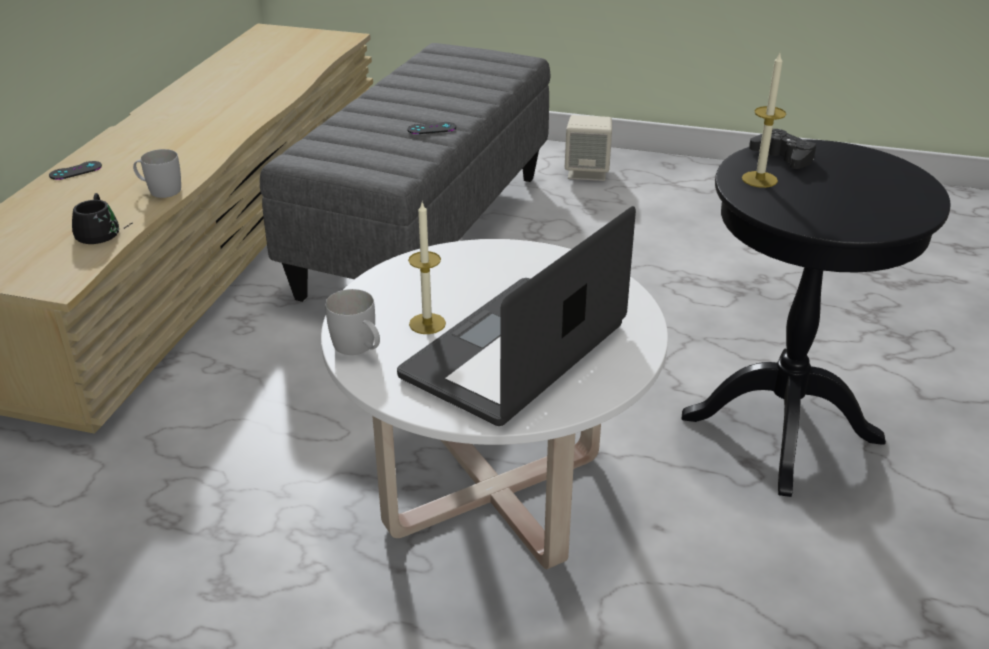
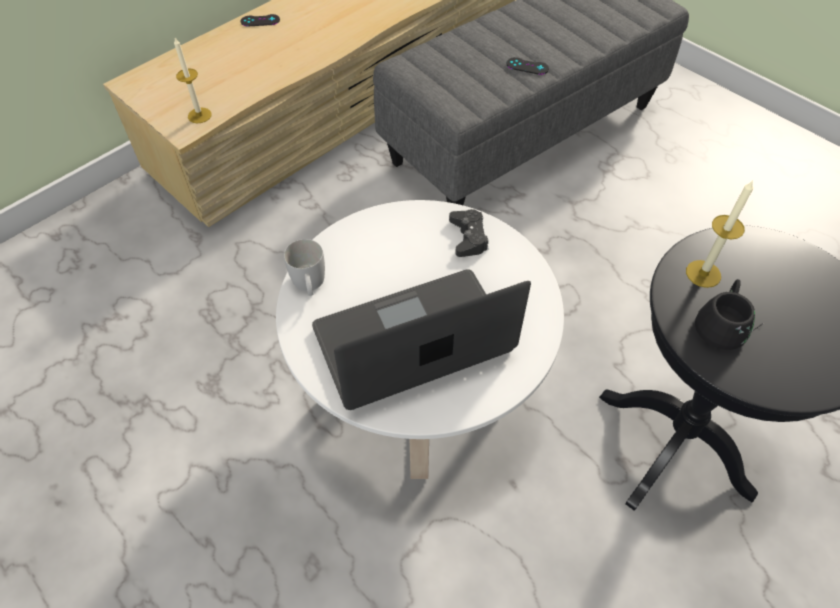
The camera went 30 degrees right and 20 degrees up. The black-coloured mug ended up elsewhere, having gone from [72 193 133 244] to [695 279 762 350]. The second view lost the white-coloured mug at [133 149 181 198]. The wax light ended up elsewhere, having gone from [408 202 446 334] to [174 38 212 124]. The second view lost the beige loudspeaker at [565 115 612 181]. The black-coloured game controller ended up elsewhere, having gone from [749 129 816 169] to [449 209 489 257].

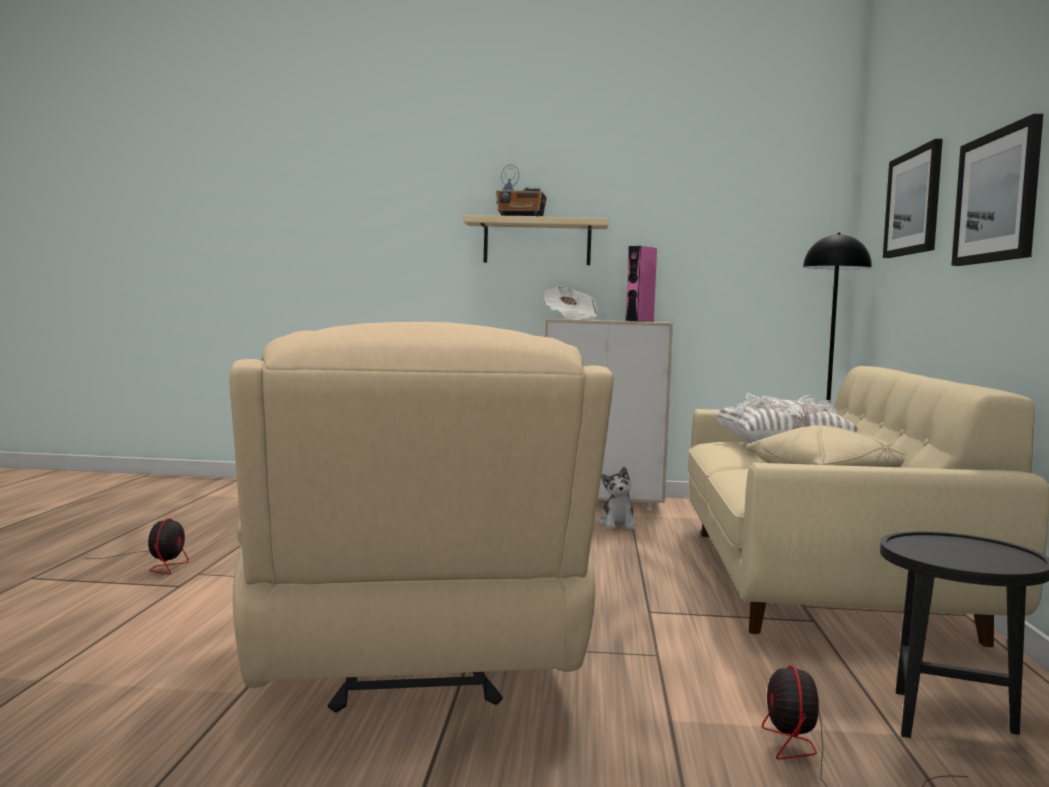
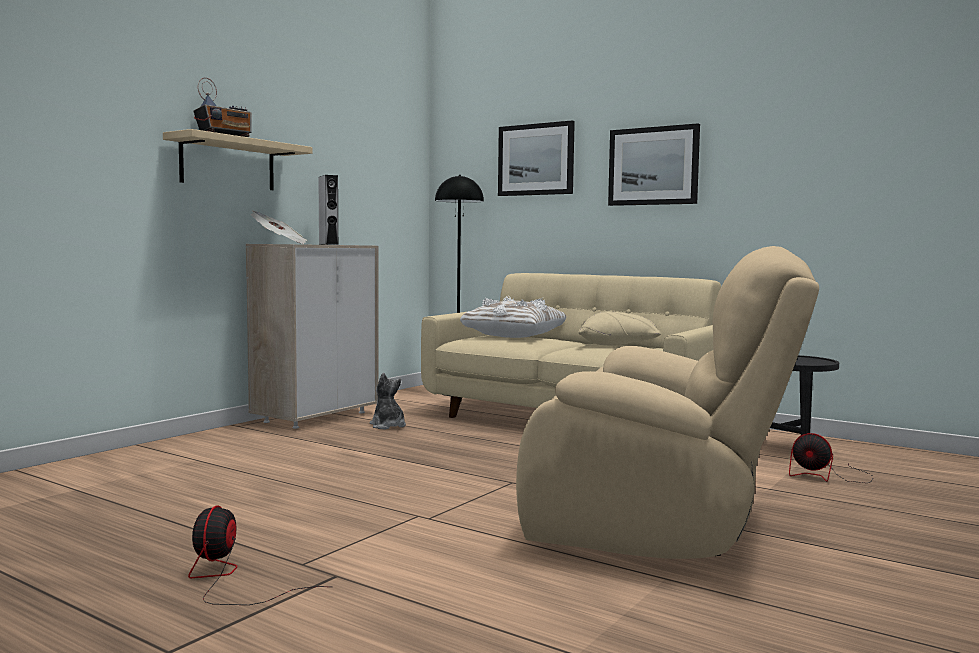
The camera went 60 degrees left and 0 degrees up. The cooling fan at [90 518 189 574] ended up facing another way, 120 degrees counterclockwise from before. The plush toy at [599 466 636 530] ended up facing another way, 150 degrees counterclockwise from before. What was the pink-coloured loudspeaker at [625 246 657 322] turned into the grey loudspeaker at [318 175 338 245].

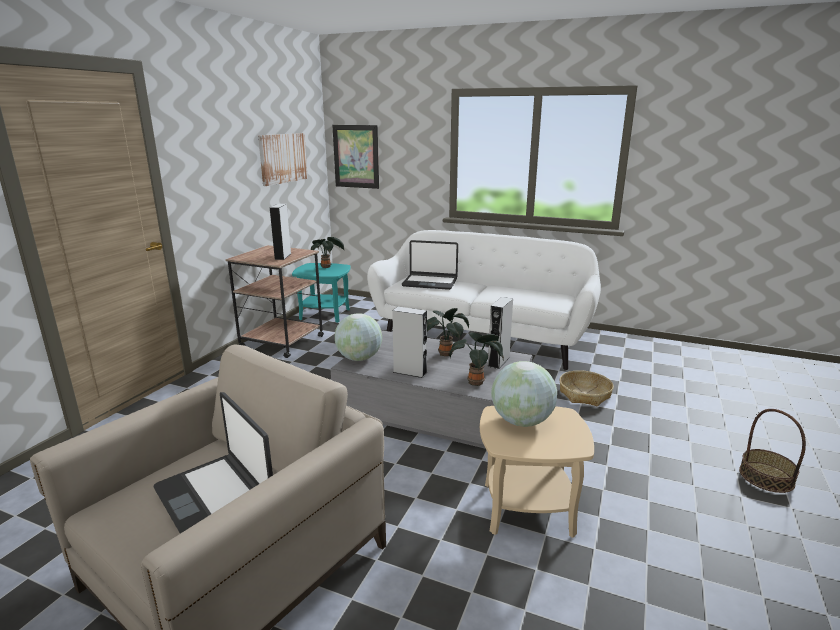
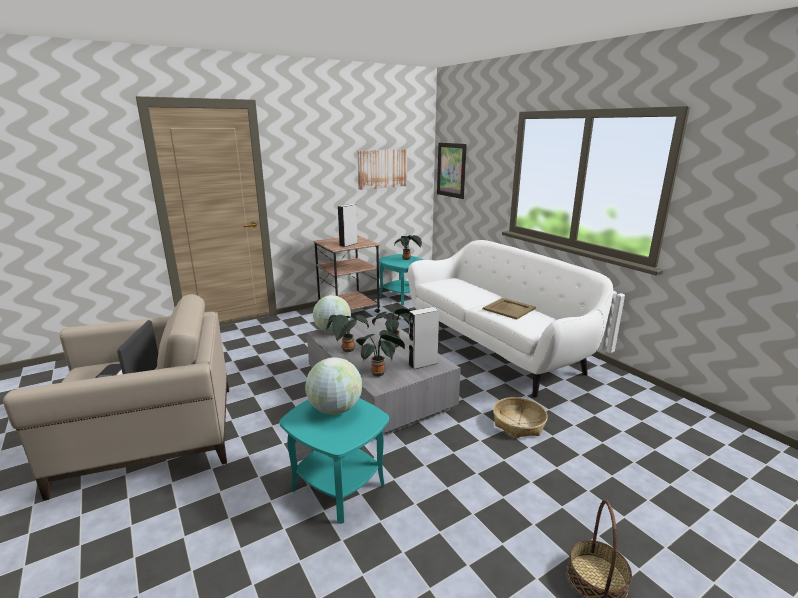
The camera went 35 degrees right and 0 degrees up. Where the grey loudspeaker stood at [392 307 427 378], the plant in a pot came to stand at [326 314 369 352]. The second view lost the laptop at [402 240 458 290]. What was the beige end table at [480 406 594 538] turned into the blue-green end table at [280 398 389 524]. The second view gained the beige serving tray at [483 298 536 320].

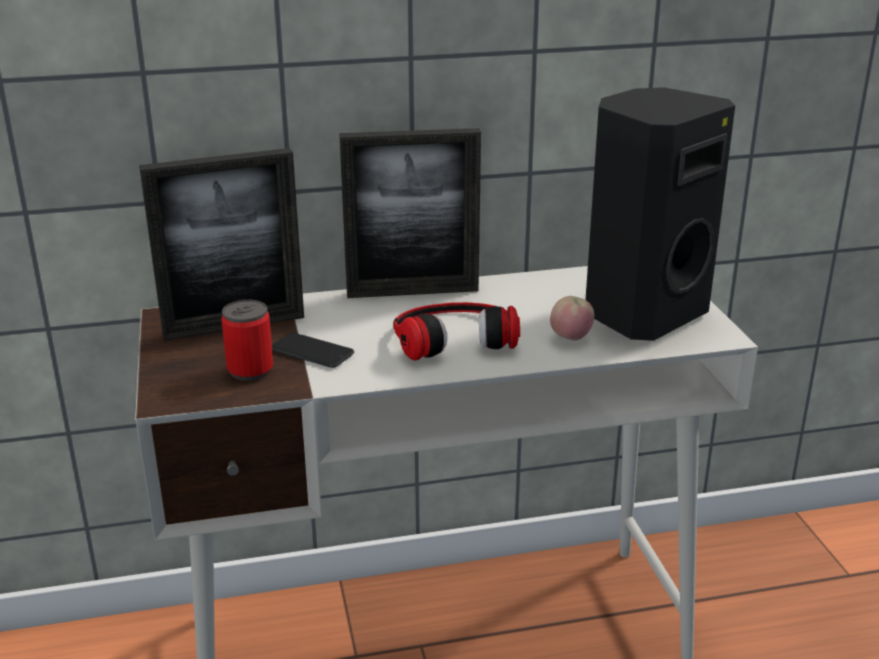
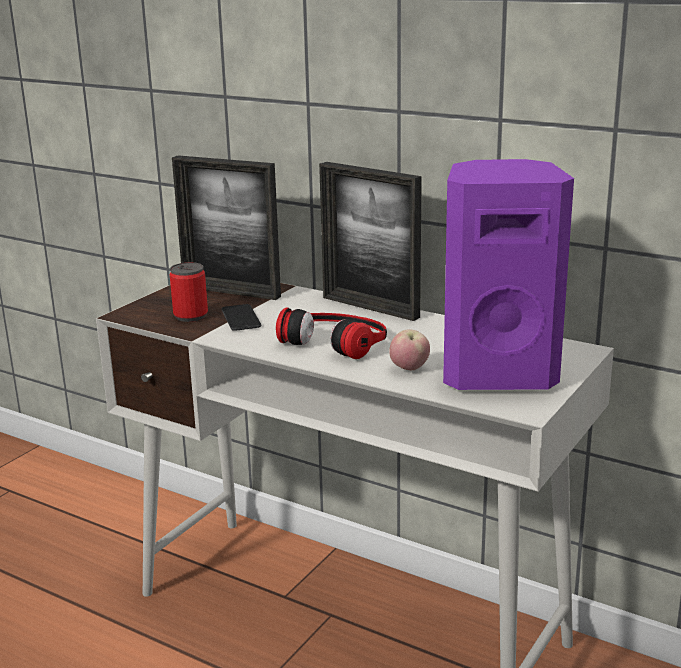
The camera went 45 degrees right and 5 degrees down. What was the black-coloured loudspeaker at [586 87 735 341] turned into the purple-coloured loudspeaker at [443 159 574 390].

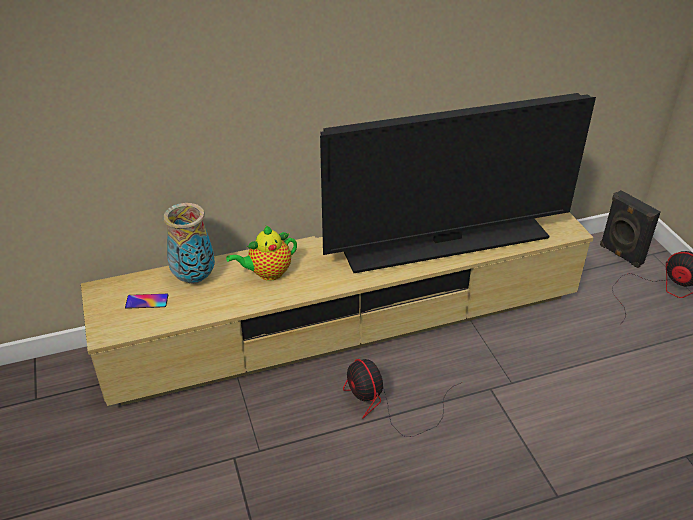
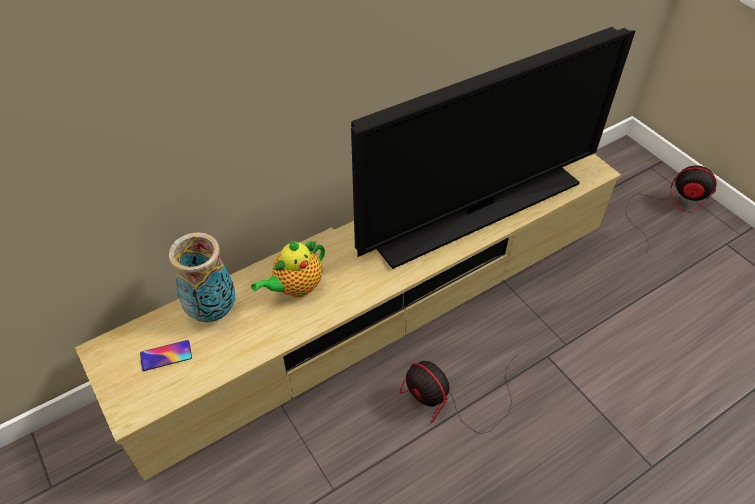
The camera went 15 degrees left and 10 degrees up. The second view lost the black-coloured loudspeaker at [600 190 660 268].

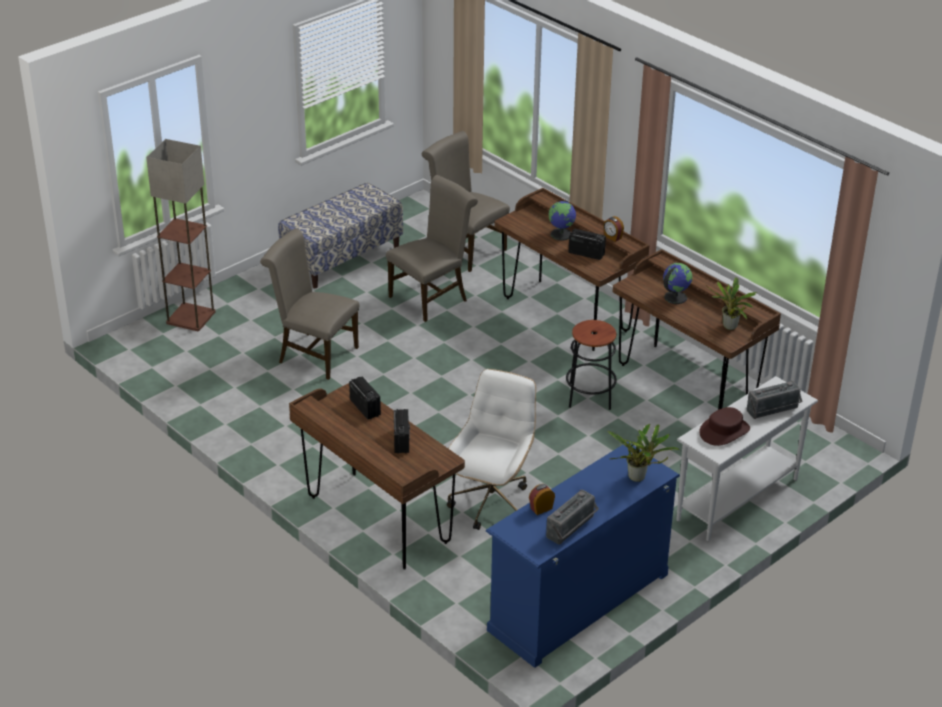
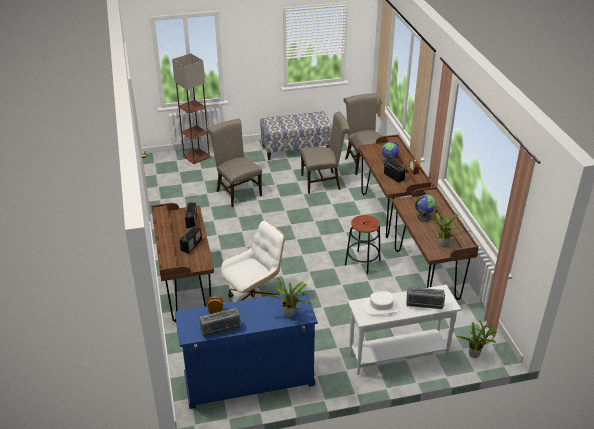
The camera went 30 degrees right and 0 degrees up. What was the brownish clothing hat at [699 407 750 446] turned into the white-coloured clothing hat at [362 291 400 315]. The second view gained the plant in a pot at [457 320 497 358].

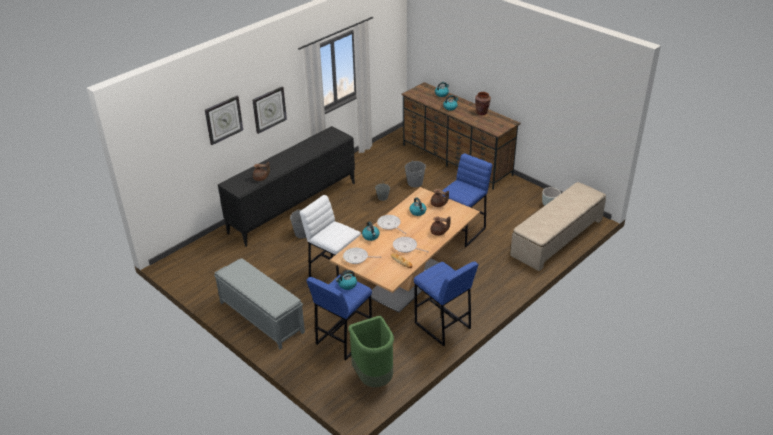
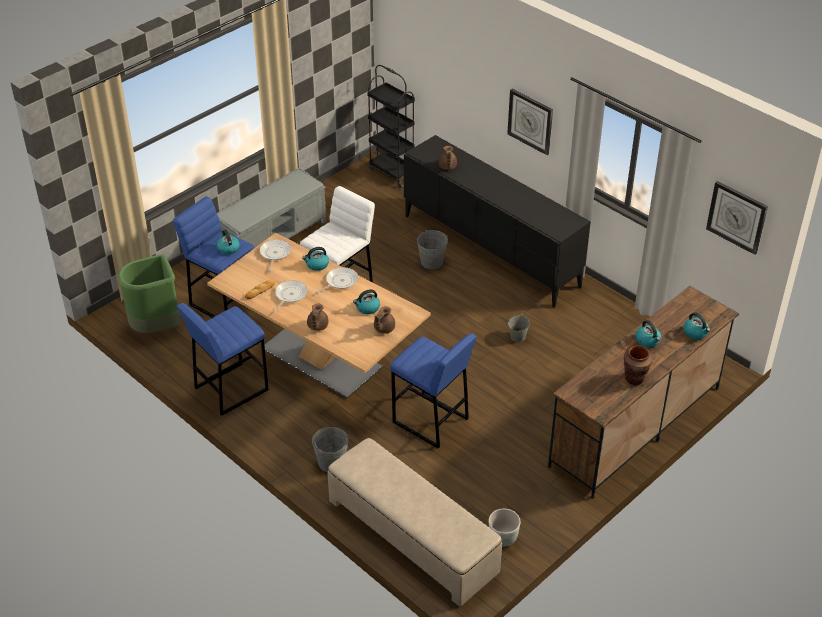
The camera went 90 degrees right and 5 degrees up. The wall clock ended up elsewhere, having gone from [205 96 243 145] to [706 181 768 255]. The grey water bucket ended up elsewhere, having gone from [405 160 426 187] to [312 427 349 472]. The second view gained the black-coloured trolley at [367 65 415 188].

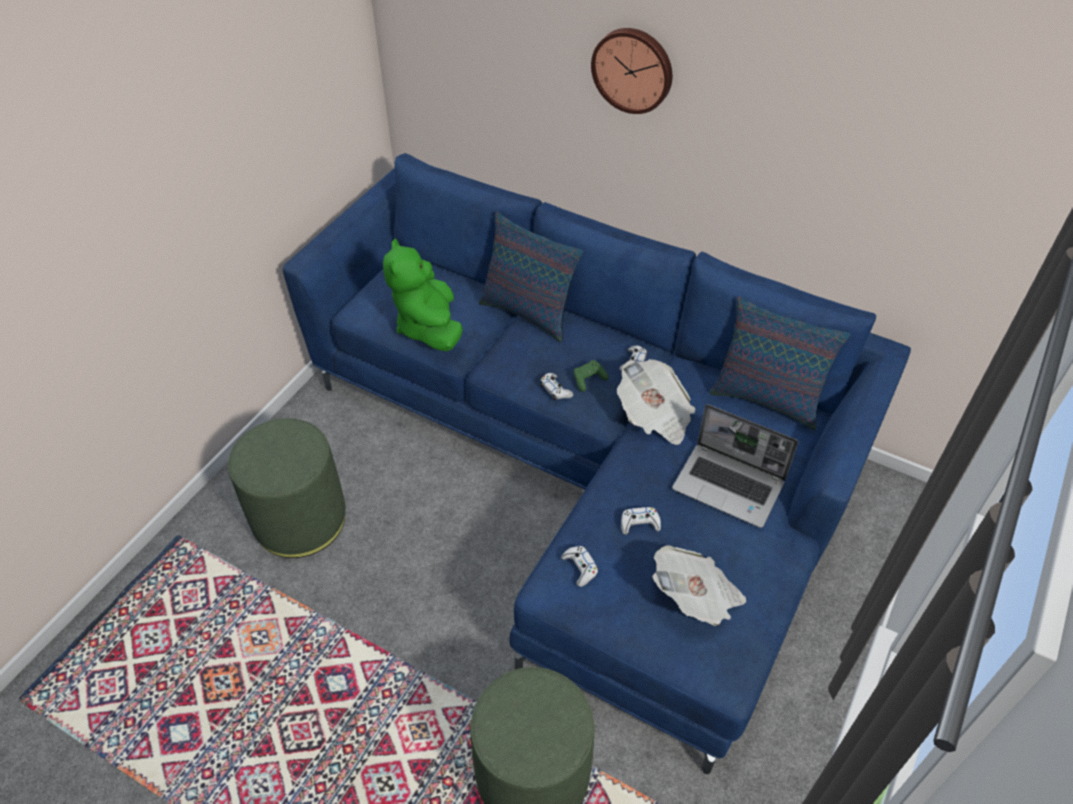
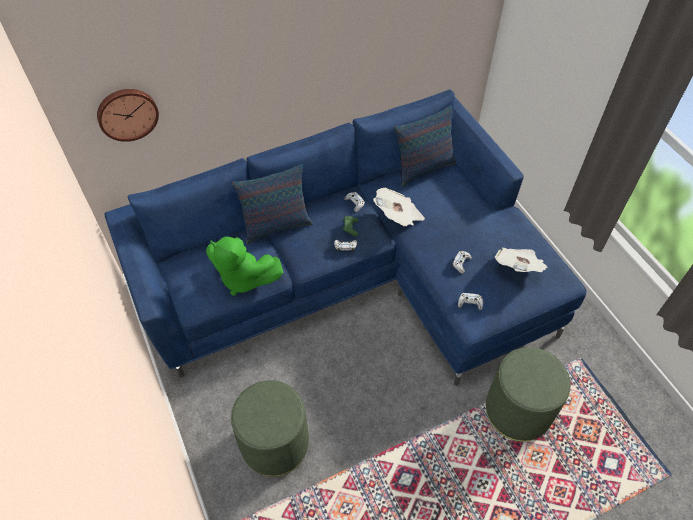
The camera went 55 degrees left and 5 degrees up. The wall clock ended up elsewhere, having gone from [591 28 672 114] to [97 89 159 142]. The second view lost the laptop at [672 404 798 528].

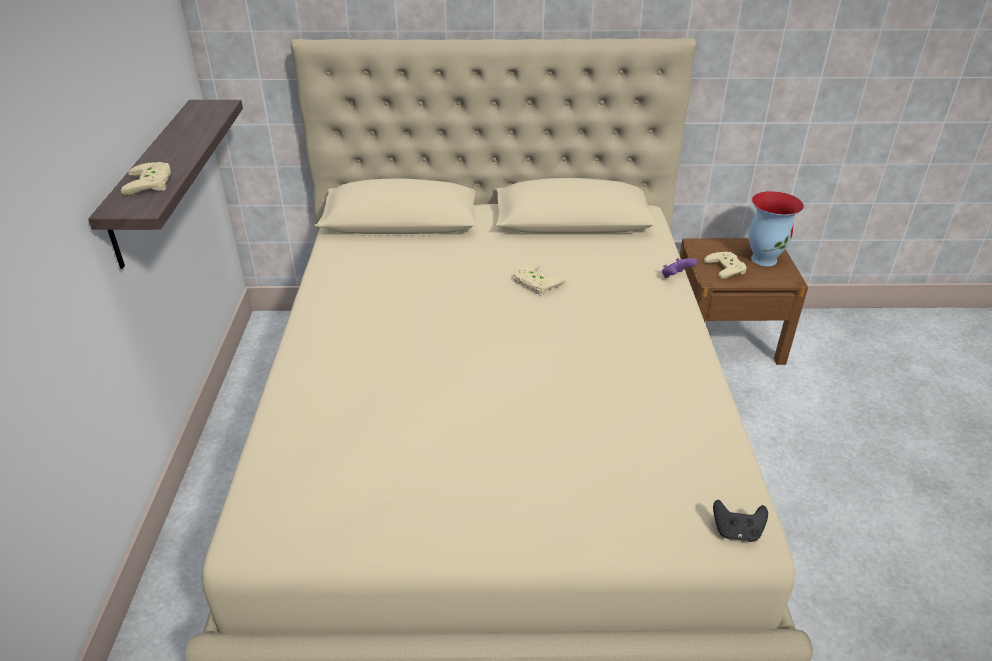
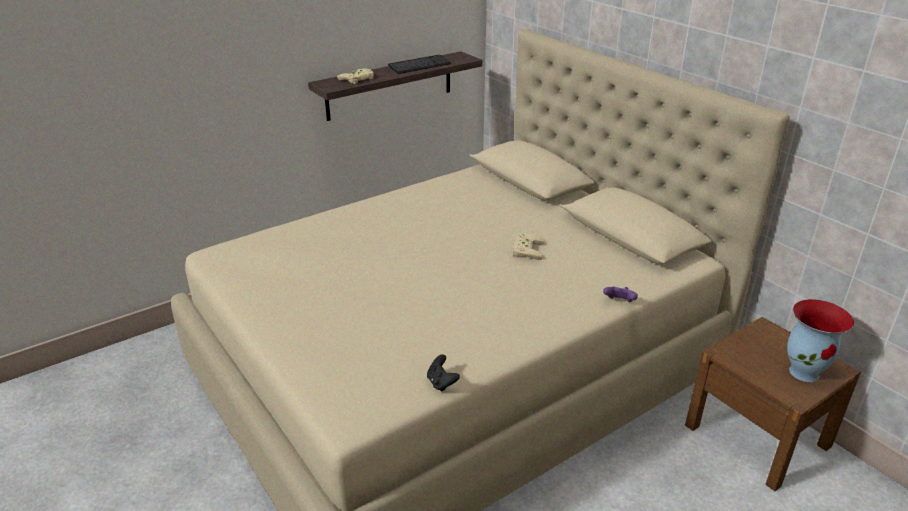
The camera went 55 degrees right and 5 degrees down. The second view lost the beige game controller at [704 252 747 279]. The black-coloured game controller ended up elsewhere, having gone from [713 500 768 542] to [427 354 460 392]. The second view gained the computer keyboard at [388 55 451 74].

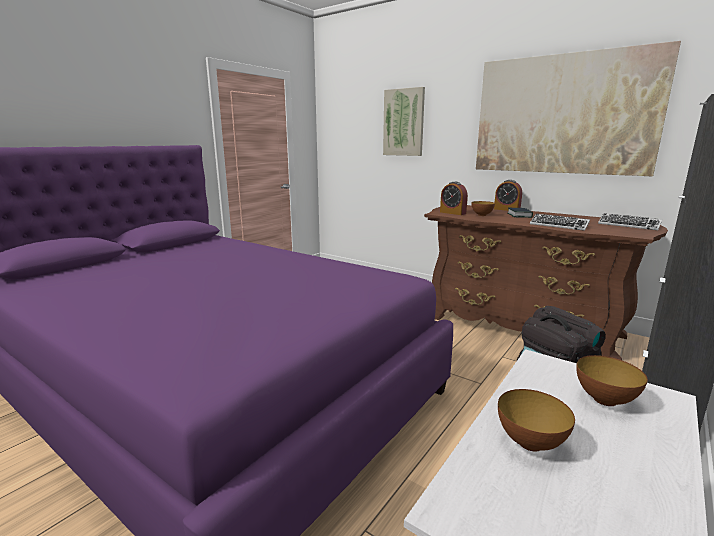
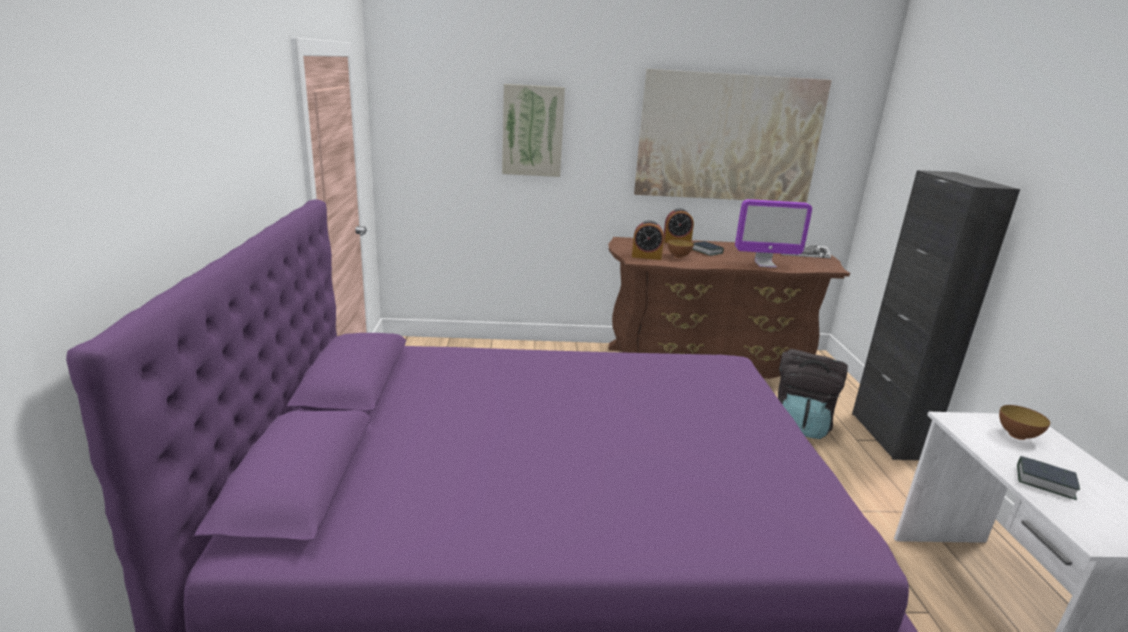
The camera went 40 degrees left and 5 degrees up. Where the serving bowl stood at [498 389 575 451], the volume came to stand at [1017 456 1080 500]. Where the computer keyboard stood at [530 214 590 231], the computer screen came to stand at [735 199 812 268].

